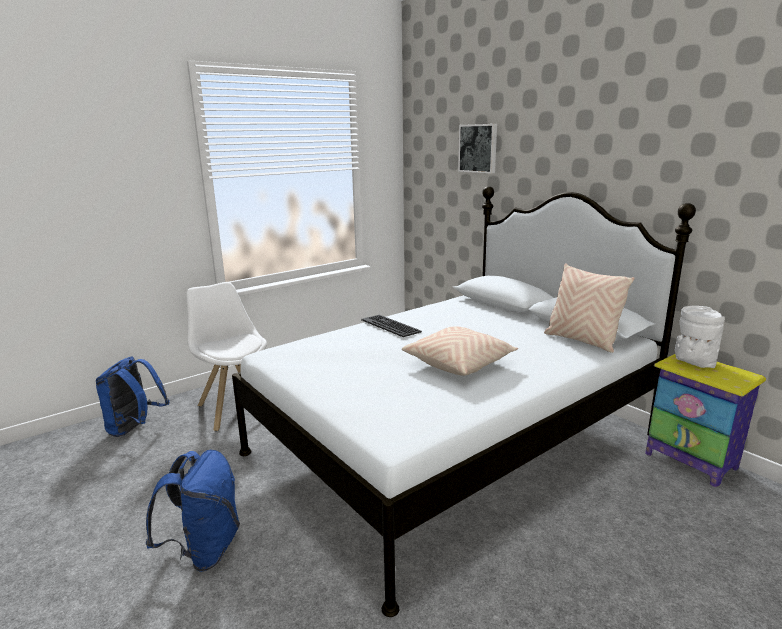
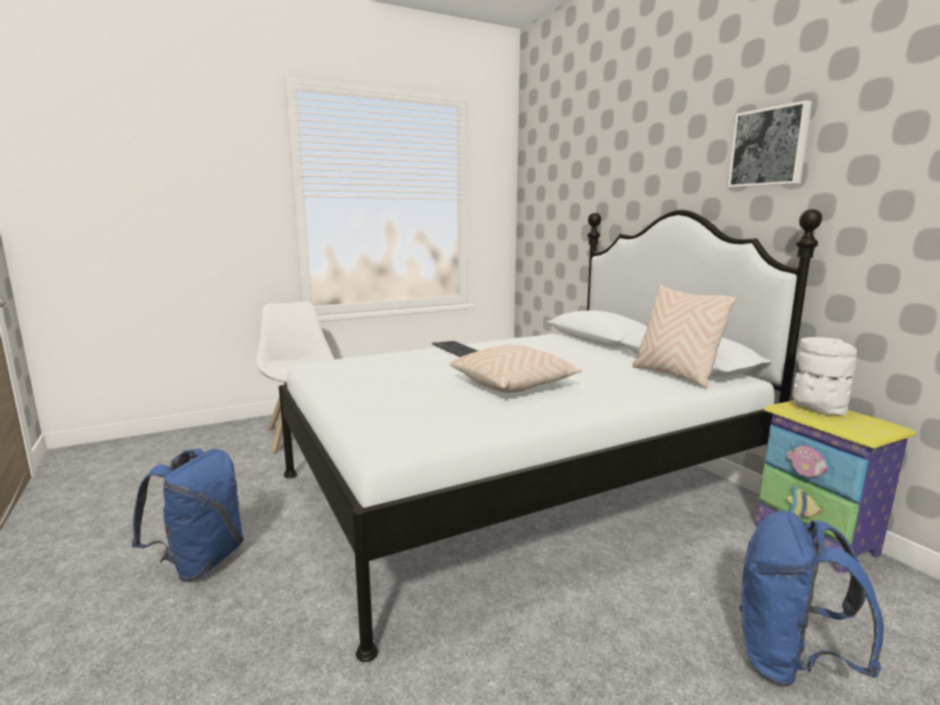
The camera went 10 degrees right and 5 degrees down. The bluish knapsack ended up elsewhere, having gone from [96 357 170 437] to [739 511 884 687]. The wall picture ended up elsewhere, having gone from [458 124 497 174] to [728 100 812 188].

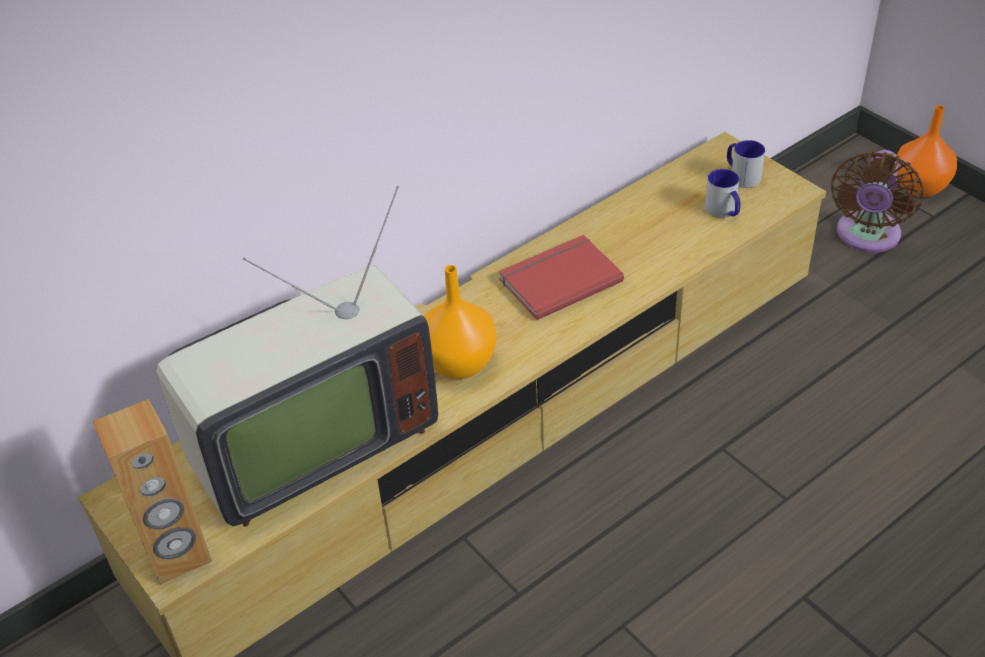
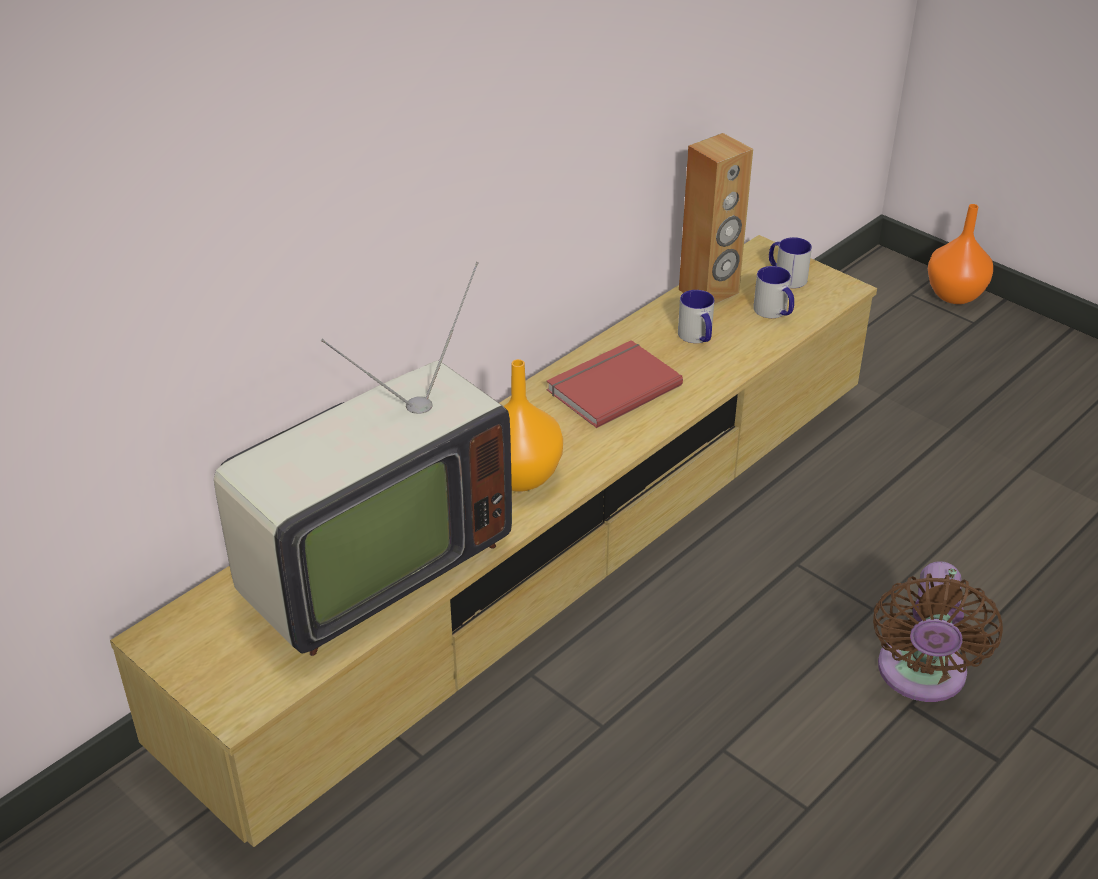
The camera went 10 degrees left and 5 degrees down. The brownish loudspeaker ended up elsewhere, having gone from [92 399 212 585] to [679 133 753 304]. The brownish cooling fan ended up elsewhere, having gone from [831 150 923 253] to [873 561 1003 702]. The second view gained the mug at [678 290 714 343].

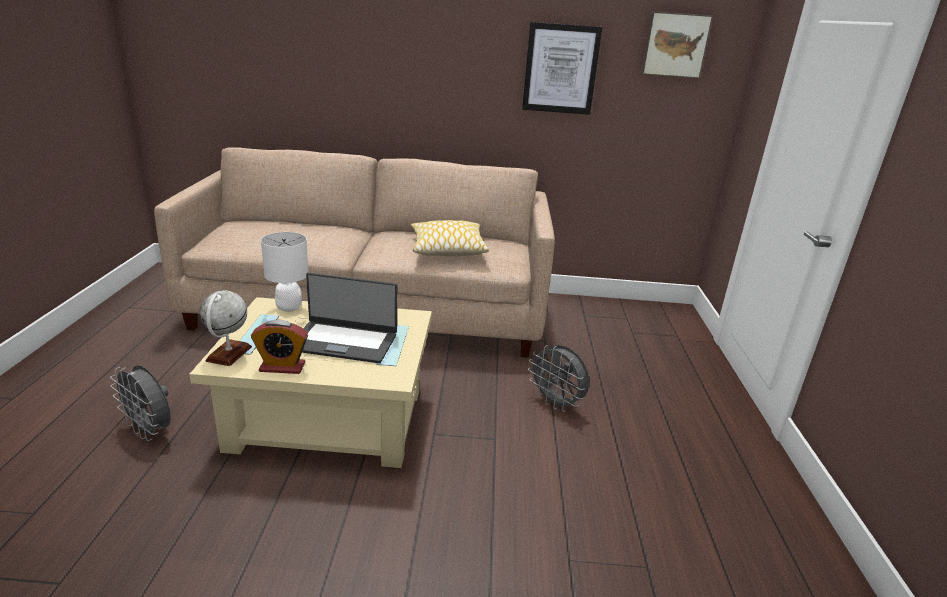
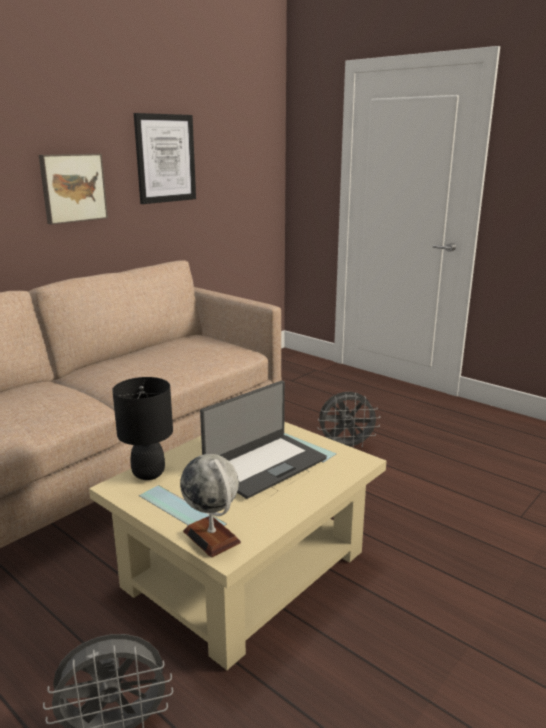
The camera went 50 degrees left and 5 degrees down. The second view lost the alarm clock at [251 320 308 374]. What was the white-coloured table lamp at [261 232 309 312] turned into the black-coloured table lamp at [112 377 173 480]. The second view lost the pillow at [410 220 489 256]. The wall picture ended up elsewhere, having gone from [641 11 713 79] to [39 154 108 225].

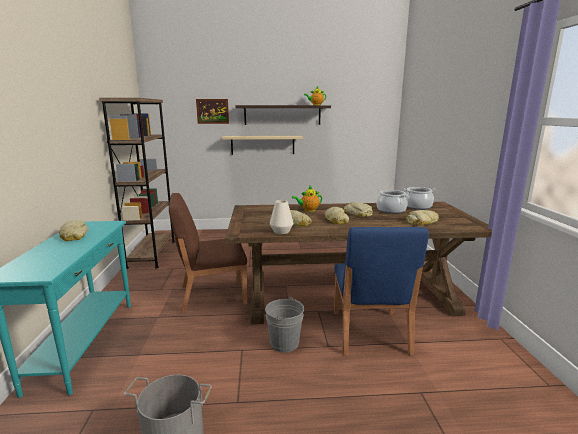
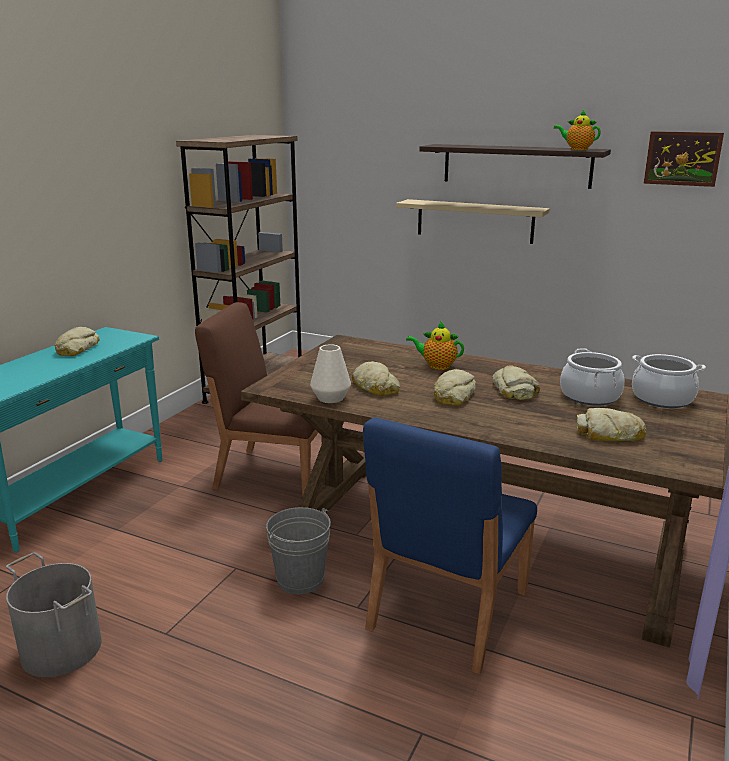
The camera went 30 degrees right and 5 degrees up. The wall picture ended up elsewhere, having gone from [196 99 229 124] to [644 131 724 187].

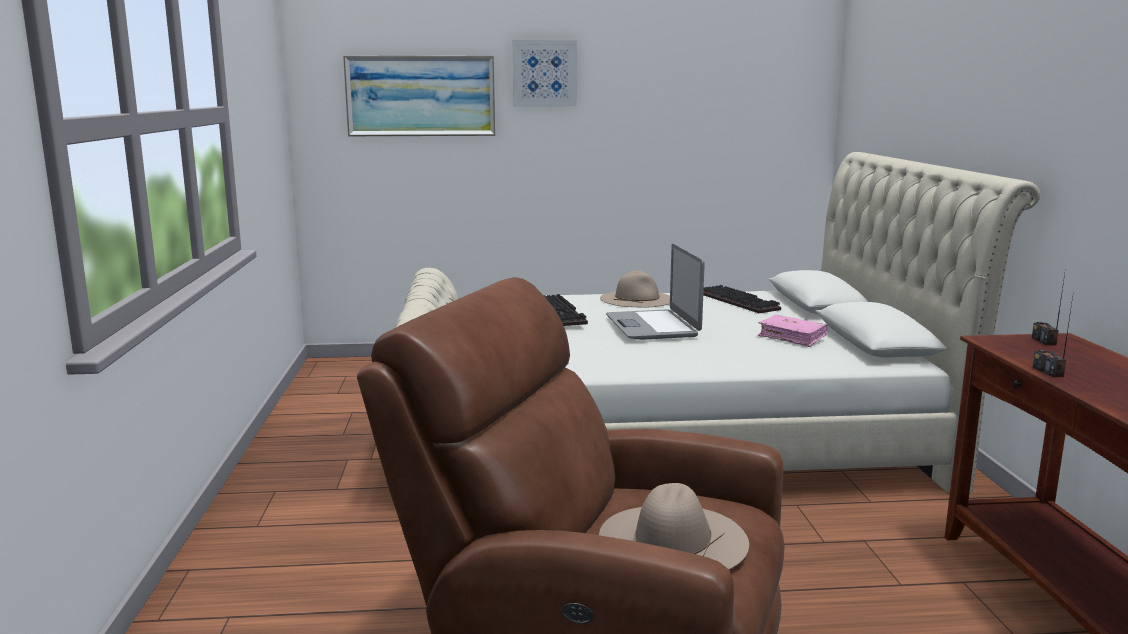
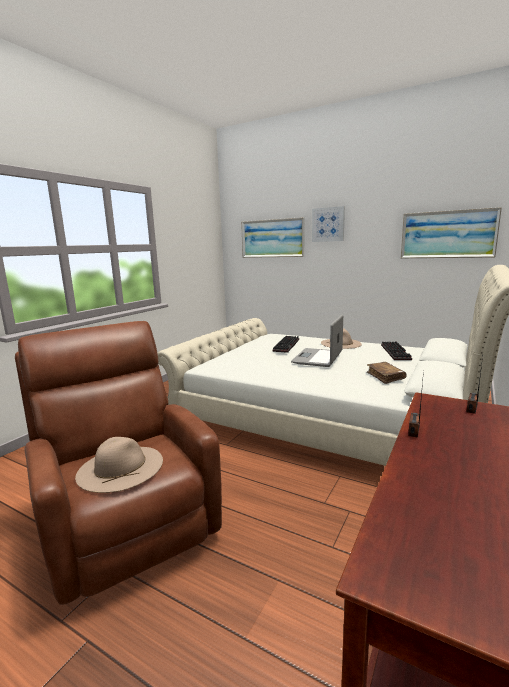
The camera went 35 degrees right and 0 degrees up. What was the pink-coloured volume at [758 315 827 347] turned into the brownish volume at [367 362 407 384]. The second view gained the wall picture at [401 207 502 258].

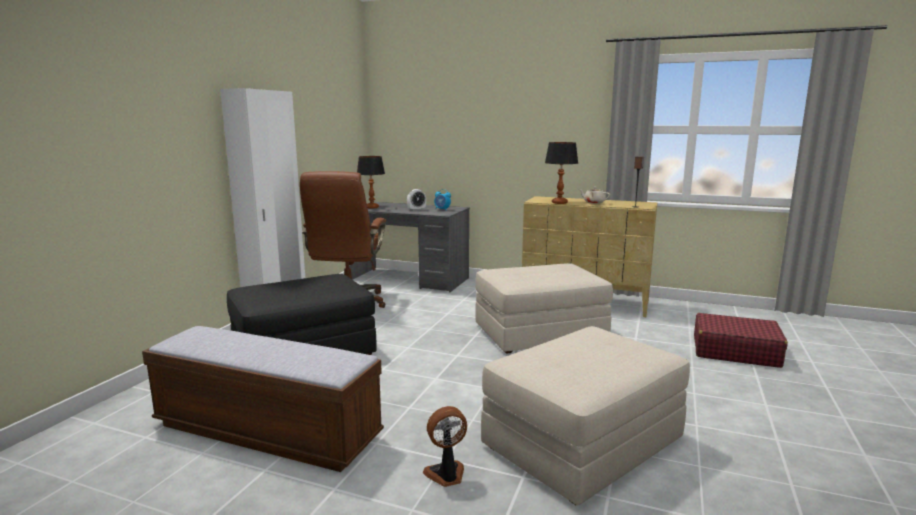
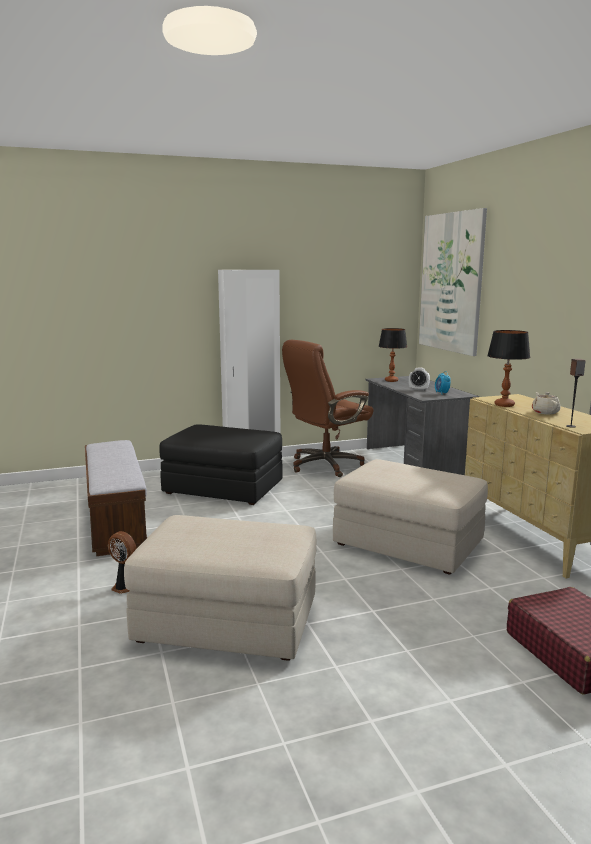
The camera went 50 degrees right and 0 degrees up. The second view gained the wall picture at [419 208 487 356].

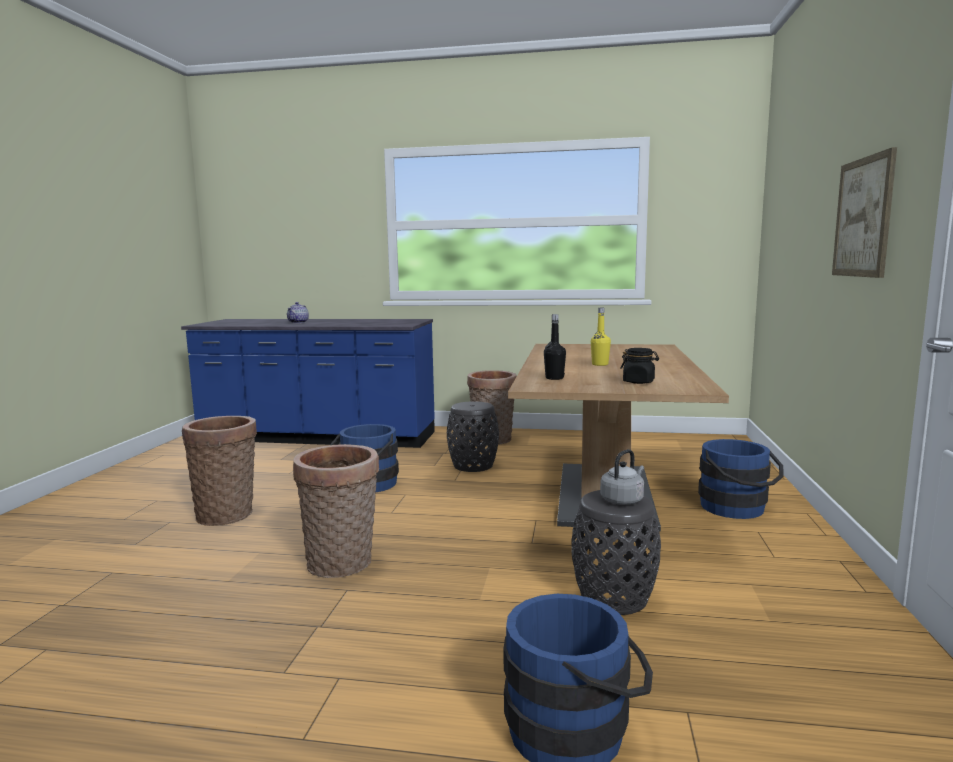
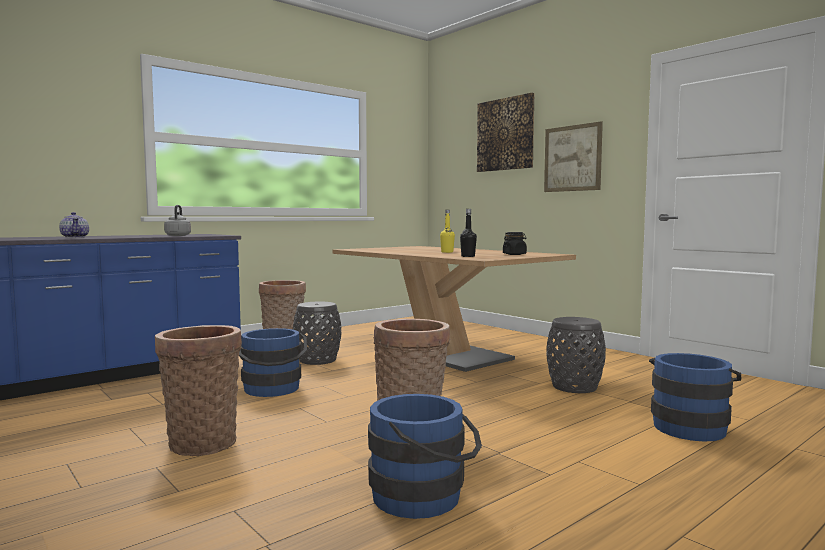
The camera went 50 degrees left and 5 degrees down. The grey tea kettle ended up elsewhere, having gone from [600 449 644 505] to [164 205 191 236]. The bluish water bucket ended up elsewhere, having gone from [698 439 784 519] to [368 394 482 519]. The second view gained the wall picture at [477 93 534 172].

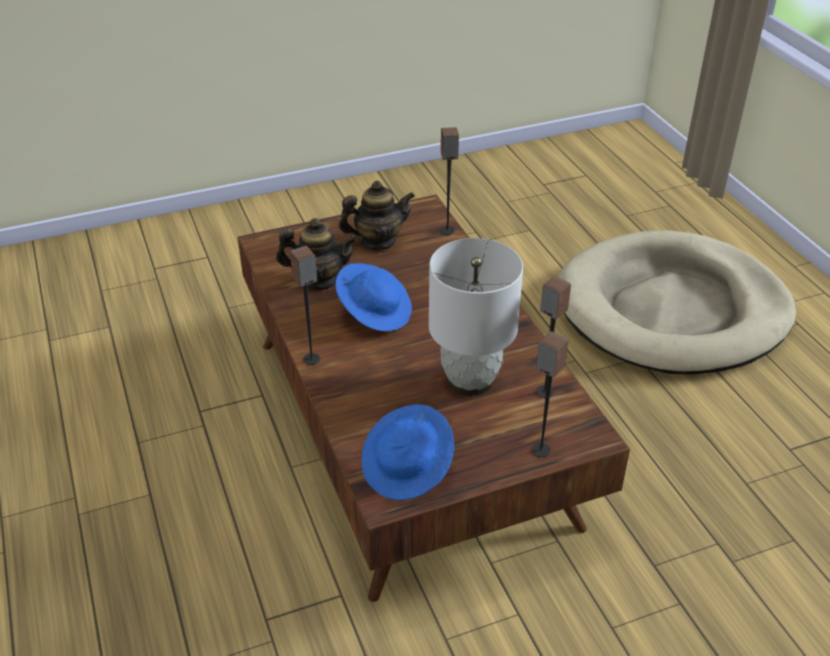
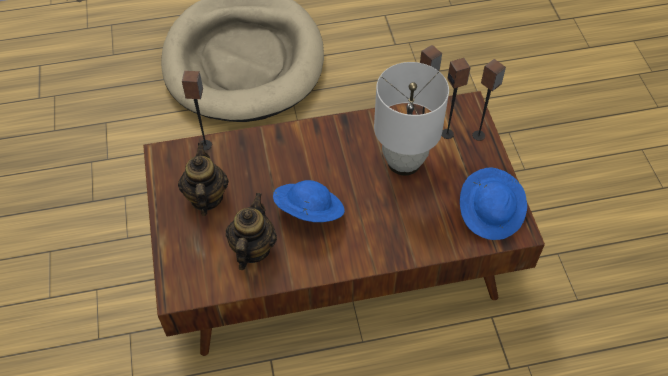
The camera went 80 degrees left and 15 degrees up. The loudspeaker ended up elsewhere, having gone from [290 246 320 365] to [442 58 471 139].

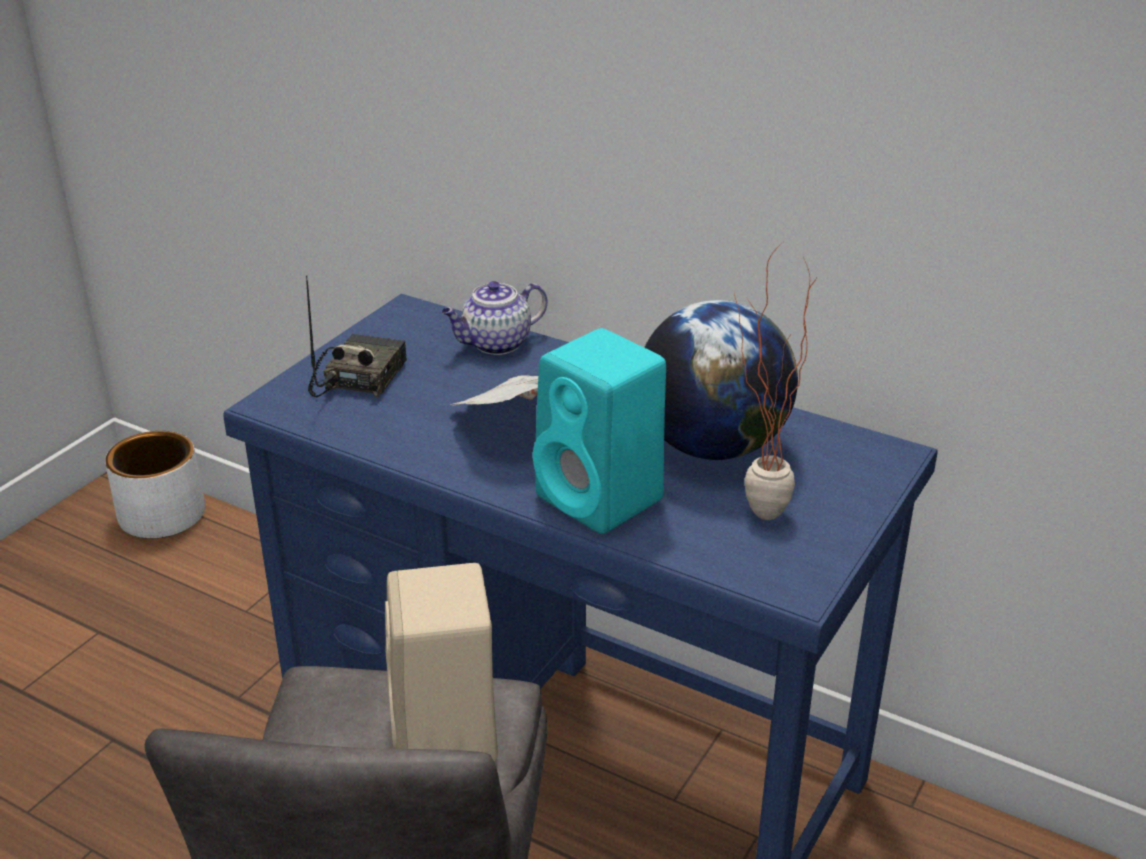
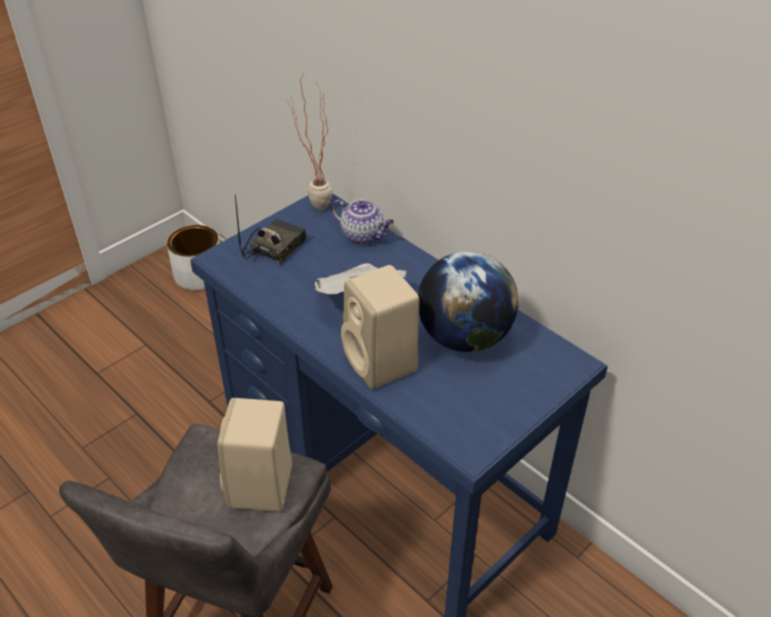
The camera went 15 degrees right and 10 degrees up. The pot for tea at [441 281 548 355] ended up facing another way, 135 degrees counterclockwise from before. What was the blue-green loudspeaker at [533 328 666 534] turned into the beige loudspeaker at [341 265 419 389]. The plant in a pot ended up elsewhere, having gone from [734 243 817 520] to [286 75 332 210].

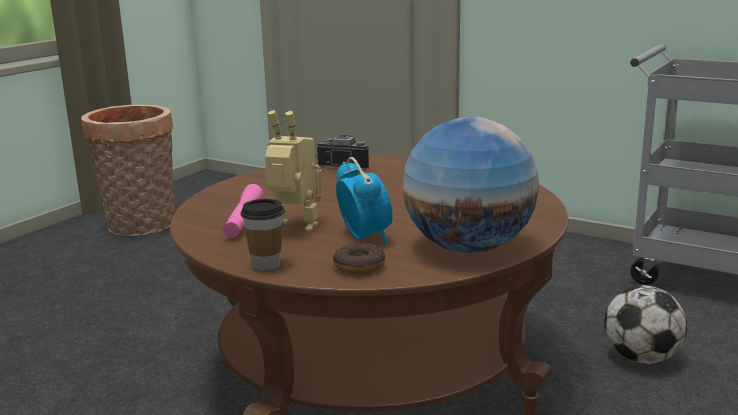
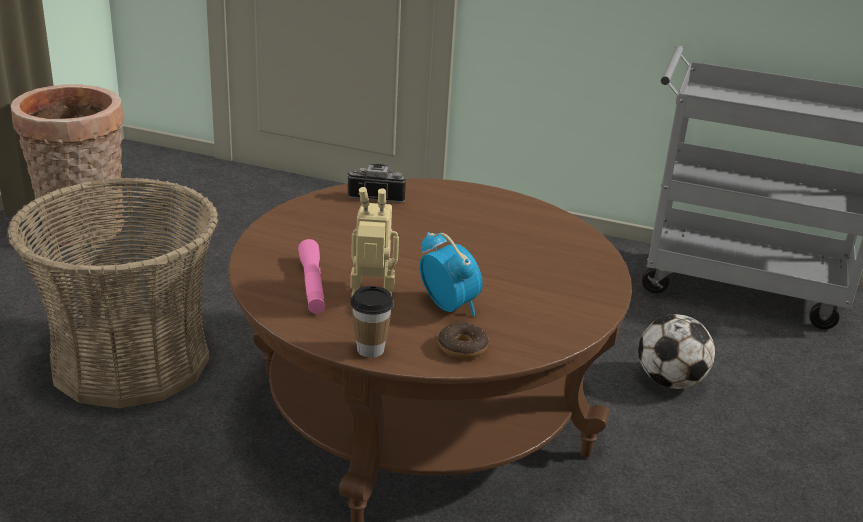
The camera went 15 degrees left and 10 degrees up. The second view lost the globe at [402 117 539 253]. The second view gained the basket at [7 178 218 408].

